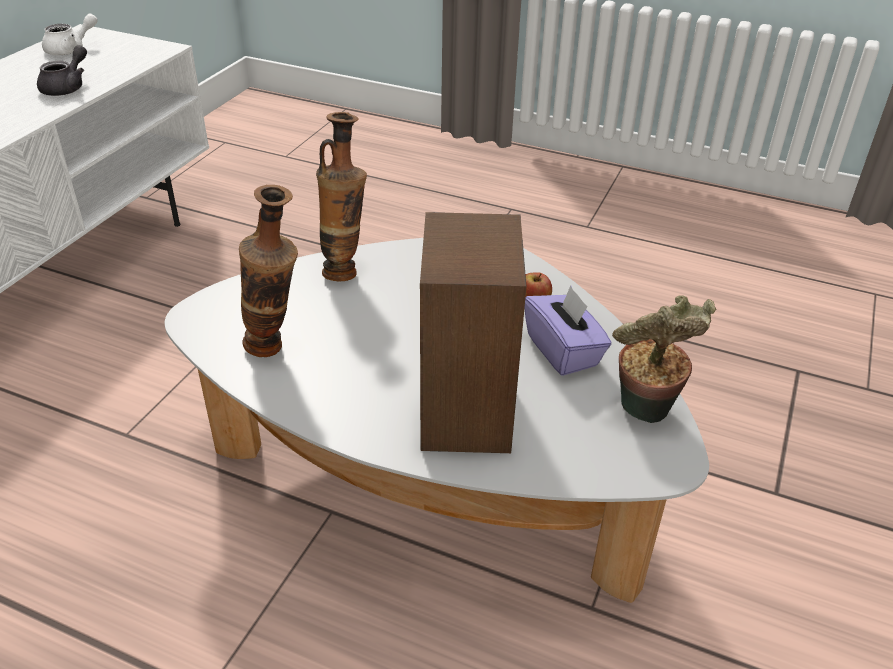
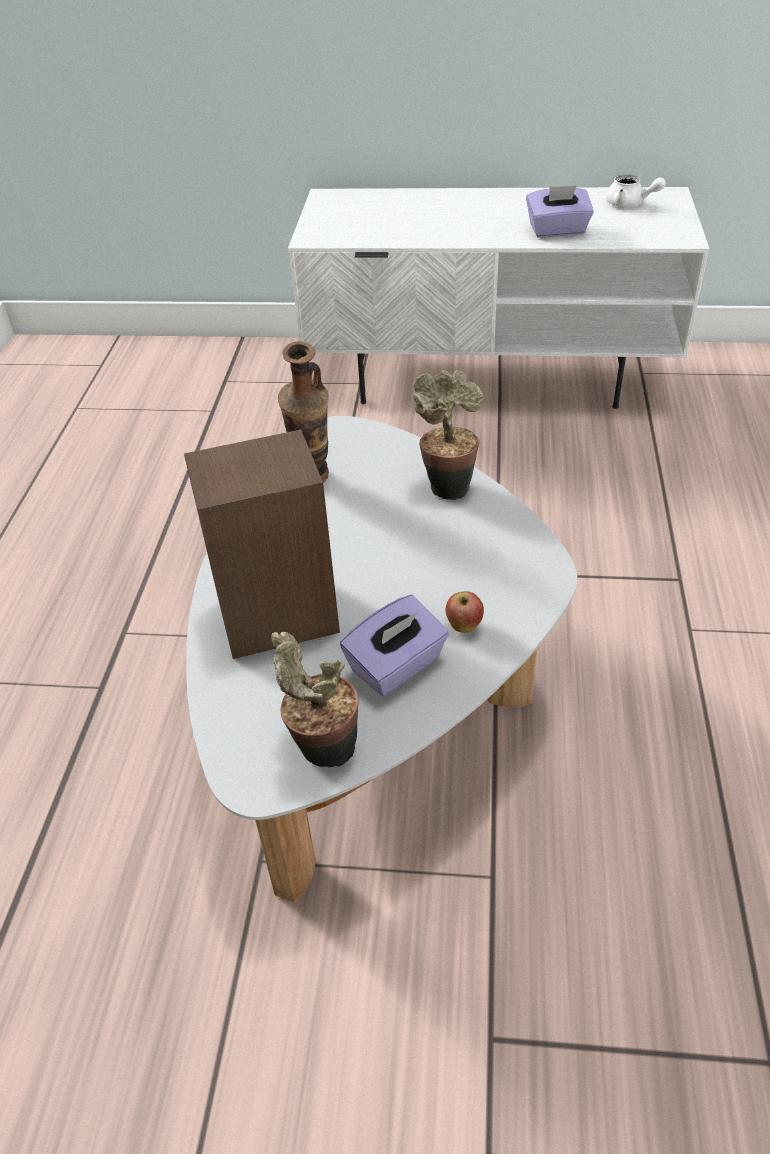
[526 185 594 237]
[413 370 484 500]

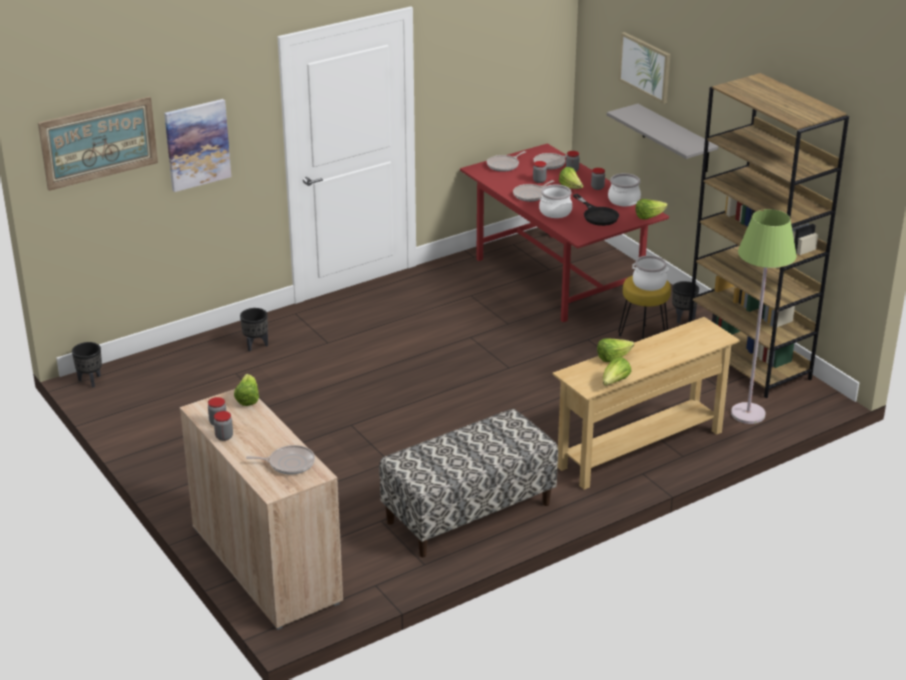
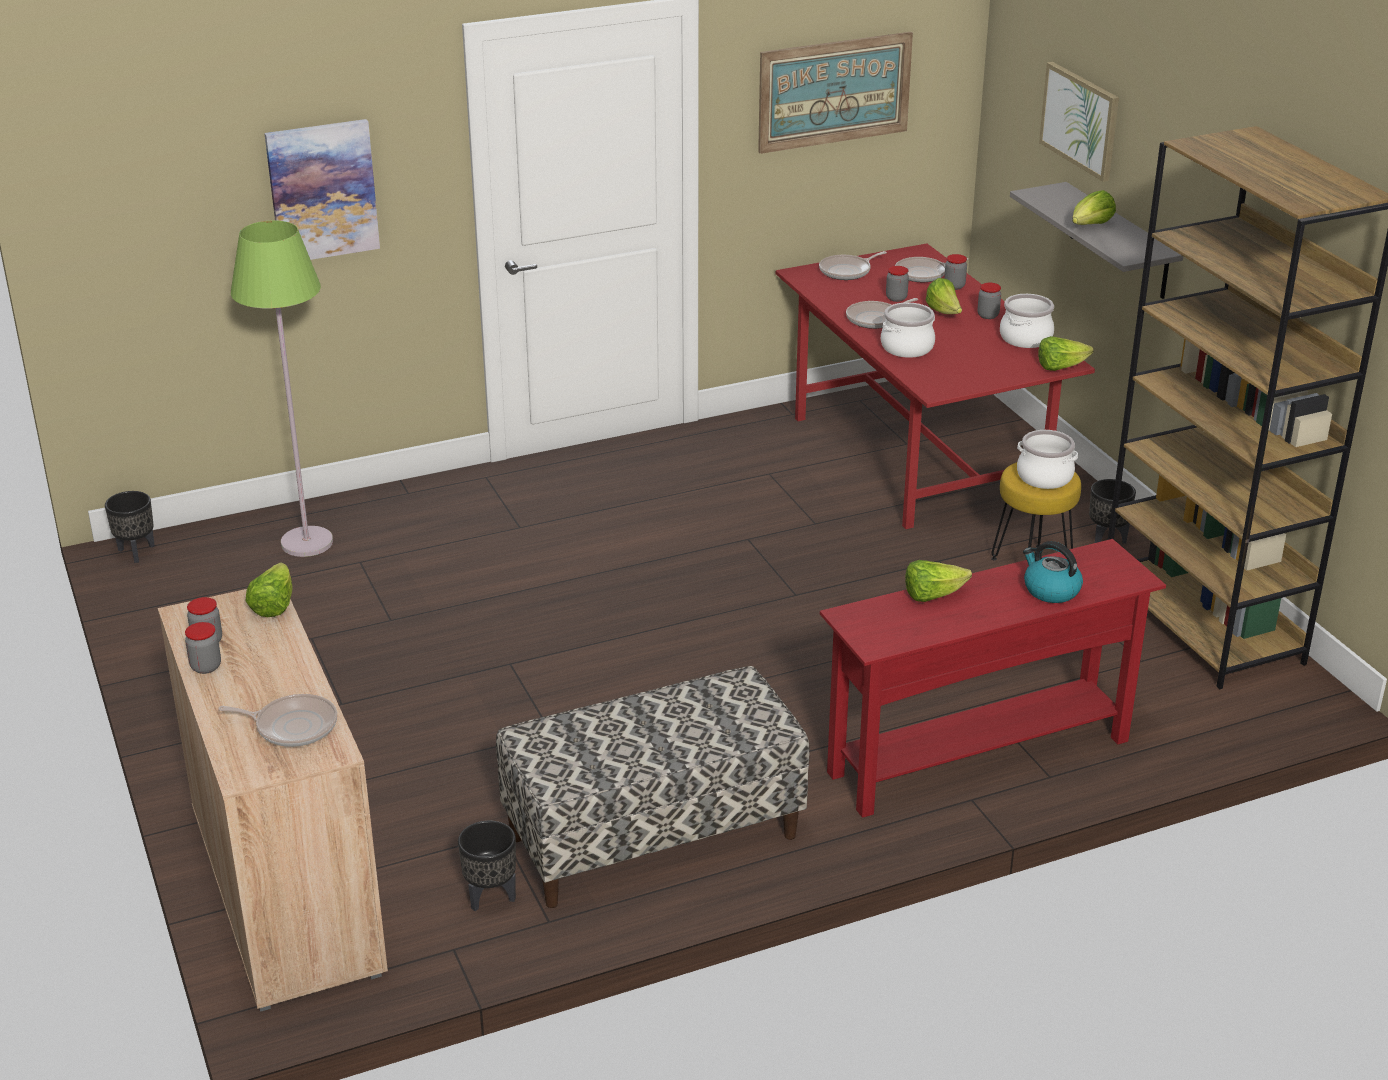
[573 194 619 226] (first image)
[1023 541 1083 603]
[758 32 913 154]
[458 821 516 911]
[1072 190 1116 225]
[231 220 333 557]
[820 539 1166 818]

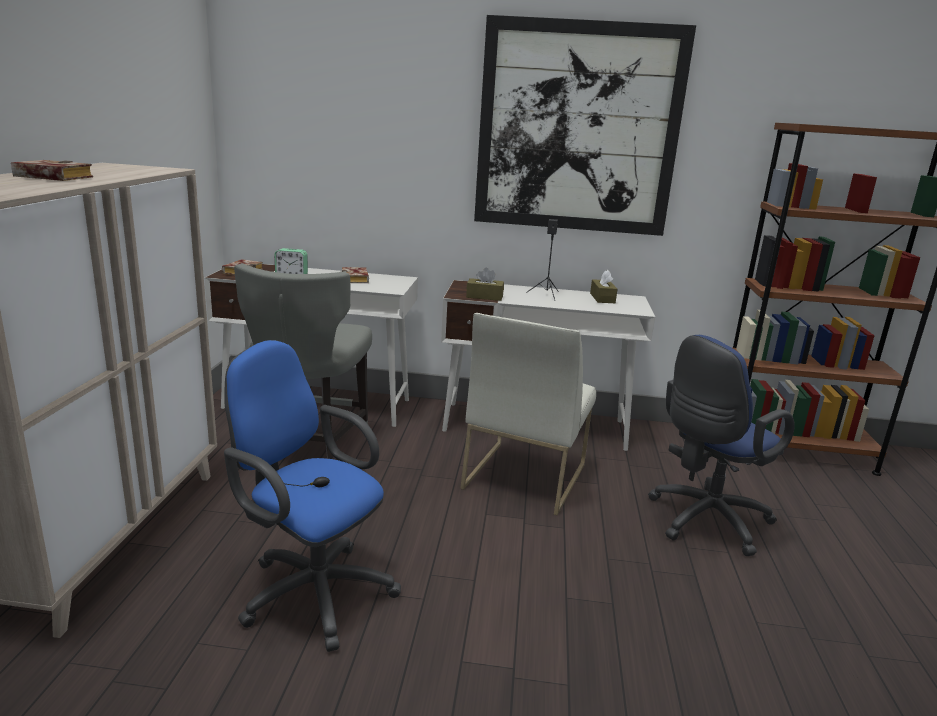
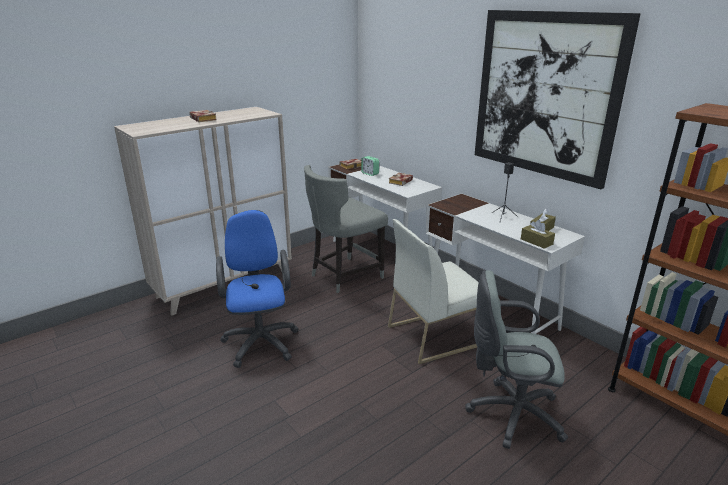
[521 220 555 249]
[465 270 568 449]

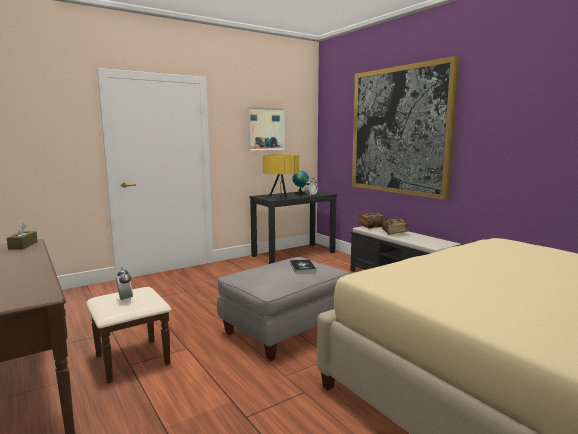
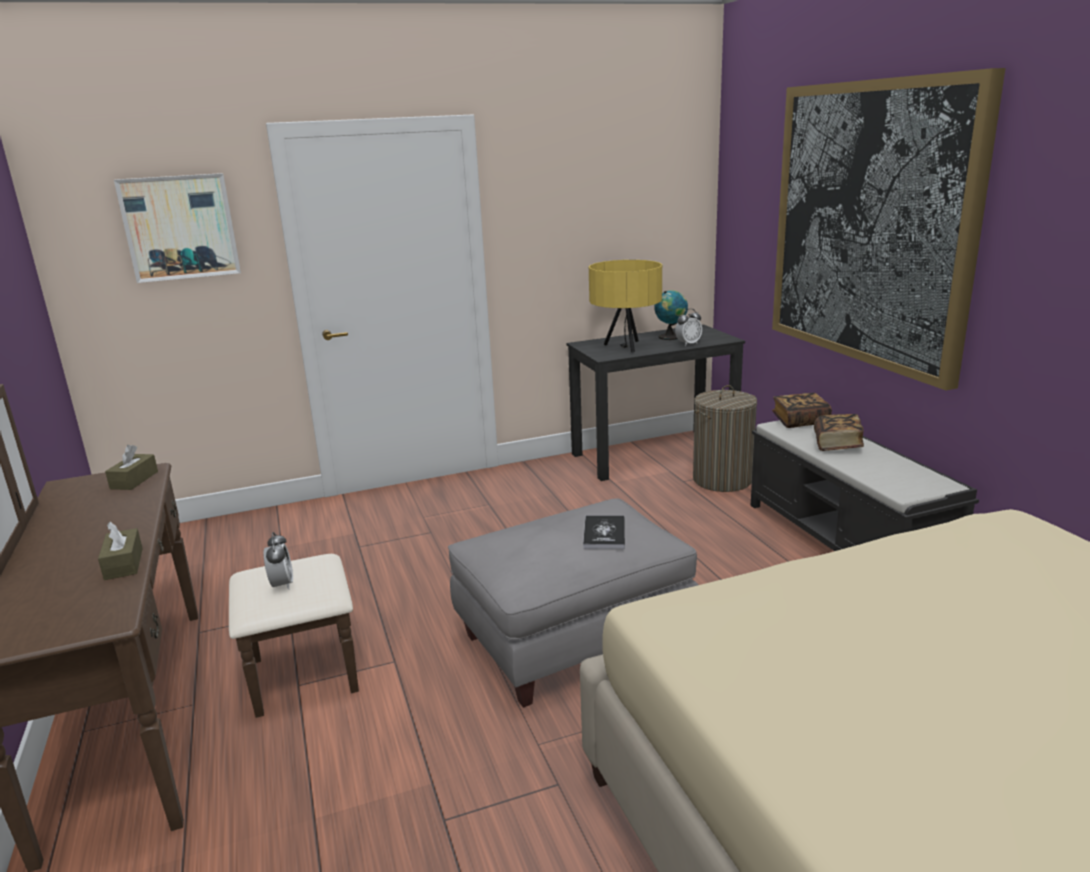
[98 522 143 580]
[693 385 757 492]
[114 173 241 283]

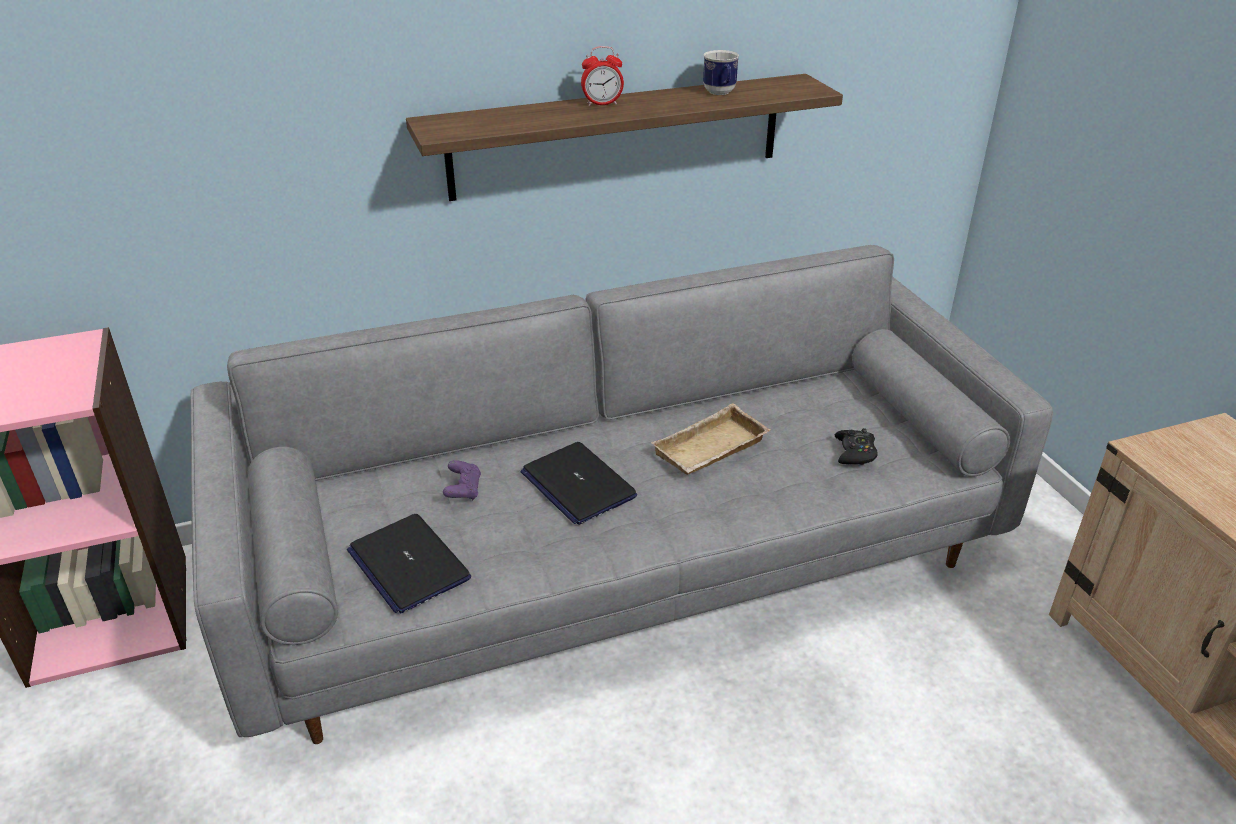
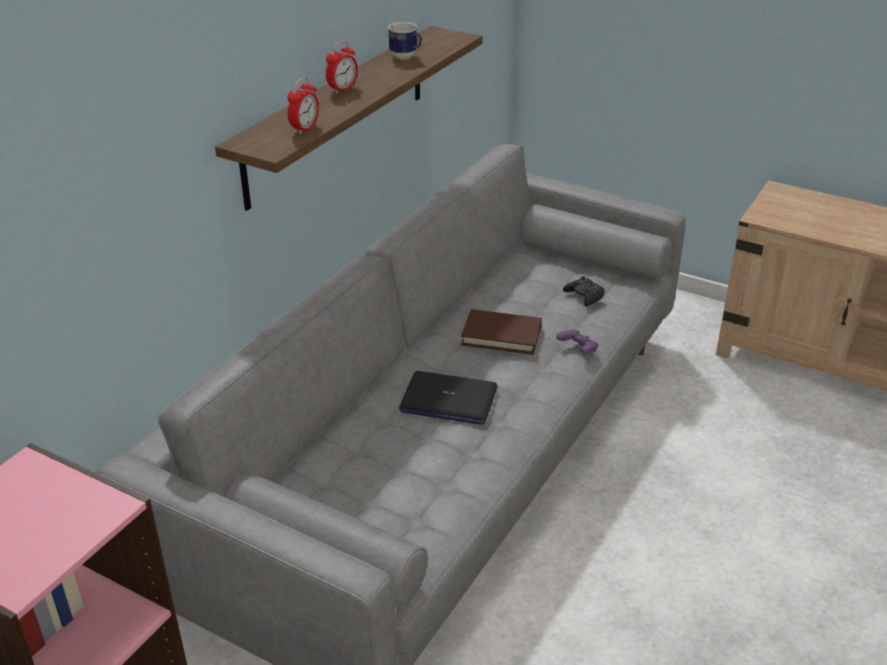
[347 514 471 613] (first image)
[287 77 319 135]
[556 329 598 355]
[461 309 542 355]

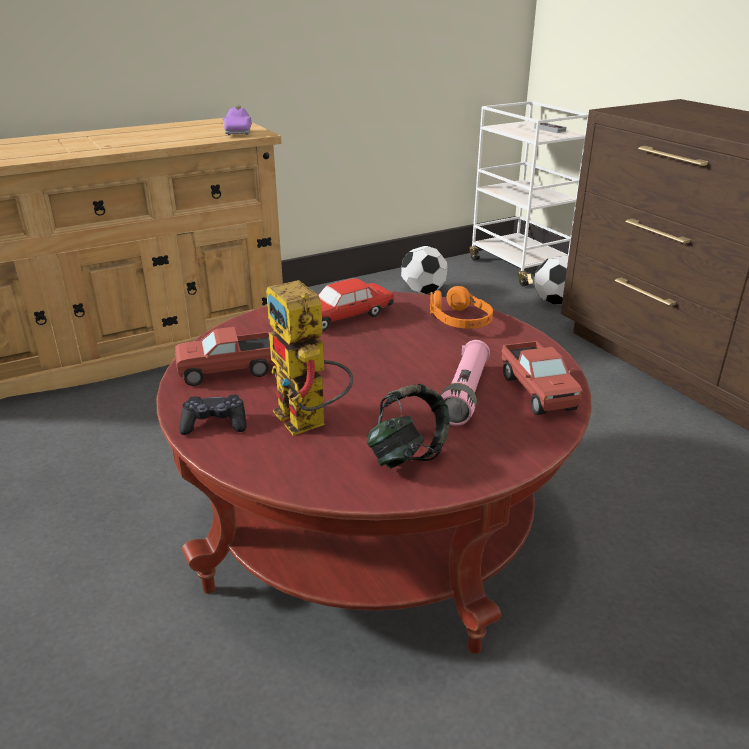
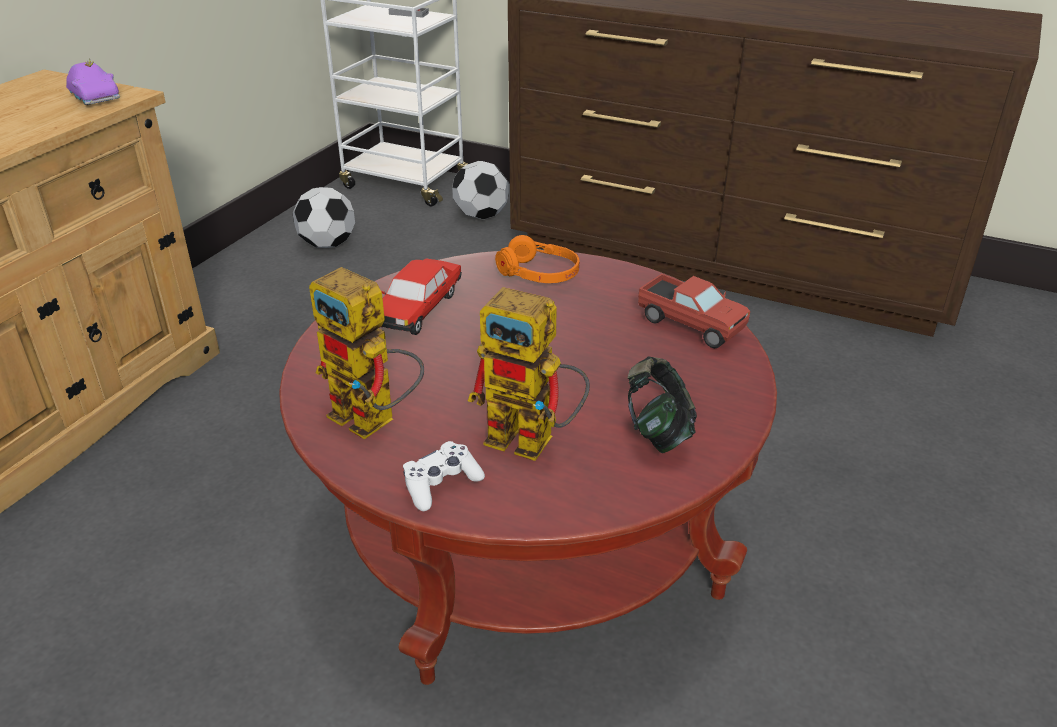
[441 340 490 426] (first image)
[309 267 424 440]
[403 441 485 511]

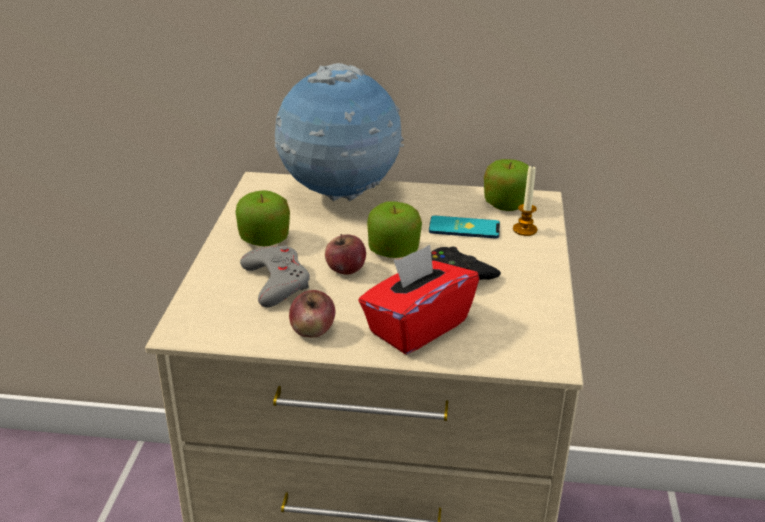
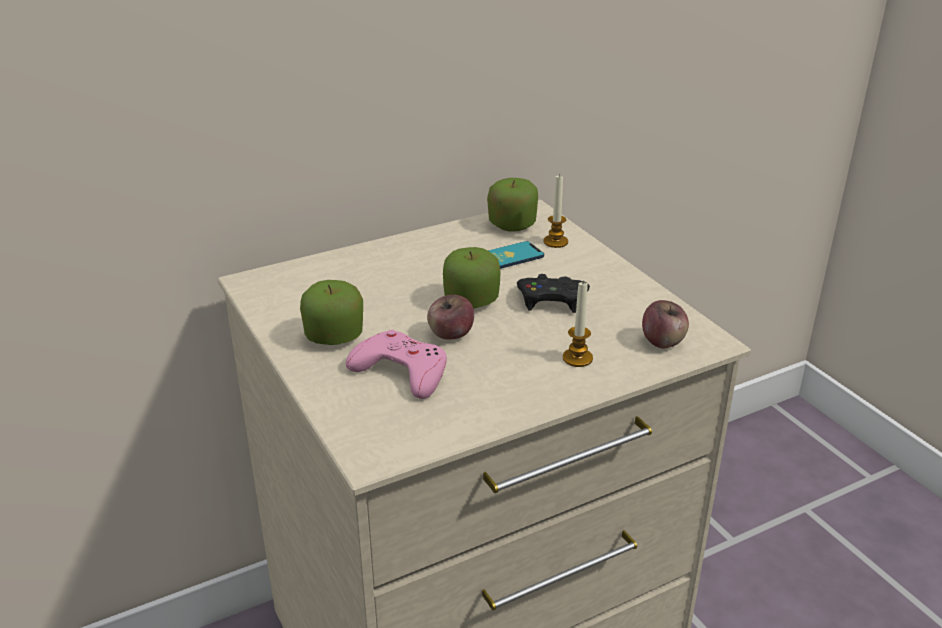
[275 63 404 201] (first image)
[642 300 689 348]
[563 282 593 367]
[346 330 447 399]

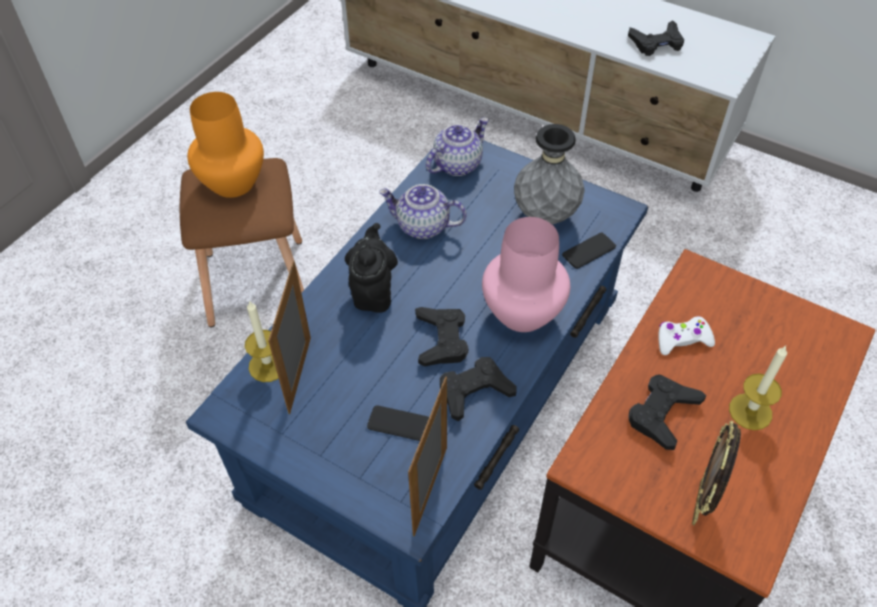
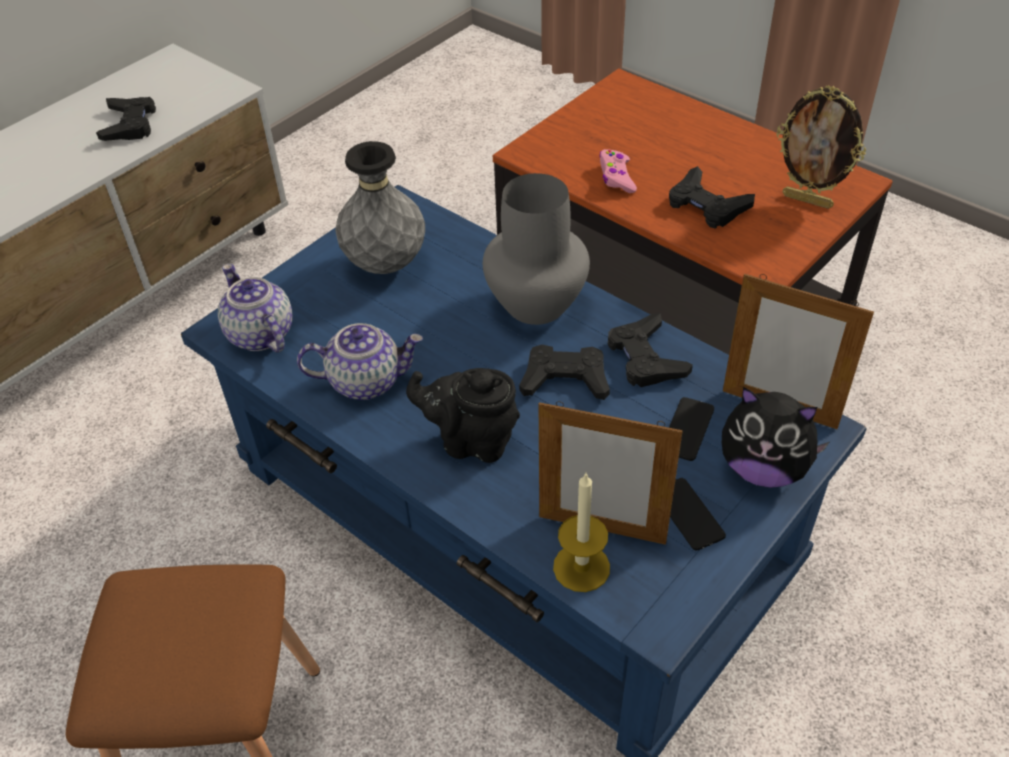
[187 92 264 198] (first image)
[729 346 787 430] (first image)
[722 387 829 488]
[670 478 726 551]
[483 173 590 325]
[599 149 637 193]
[297 323 423 400]

